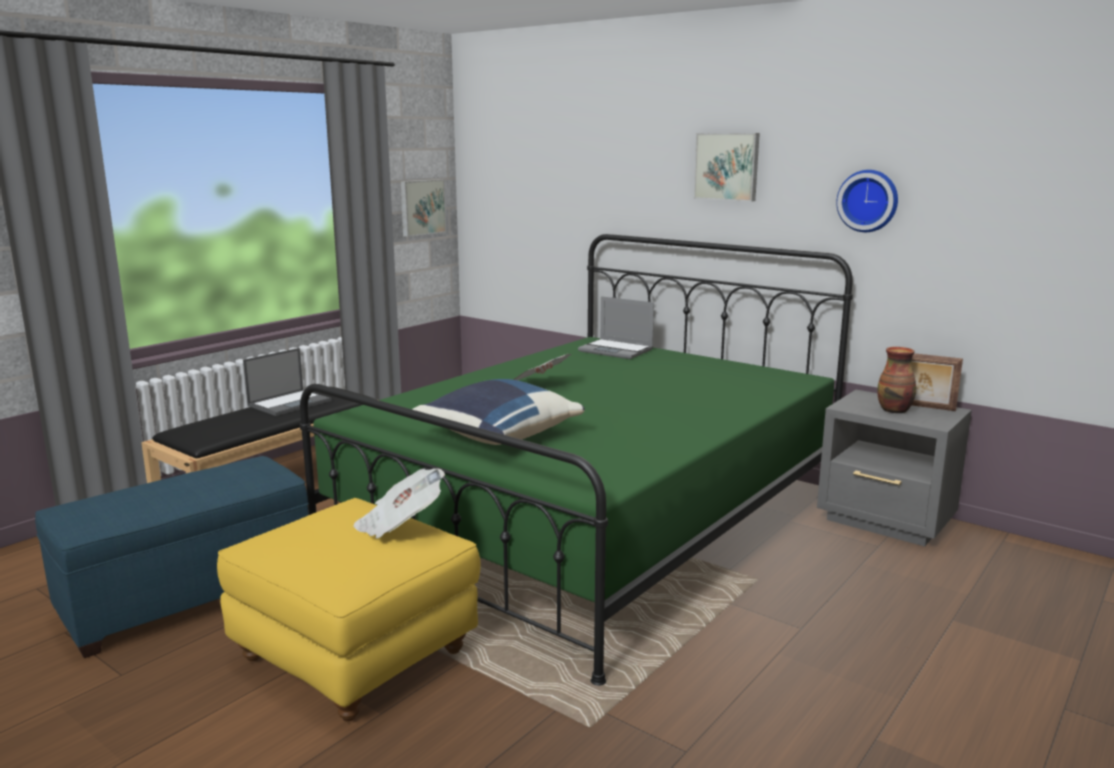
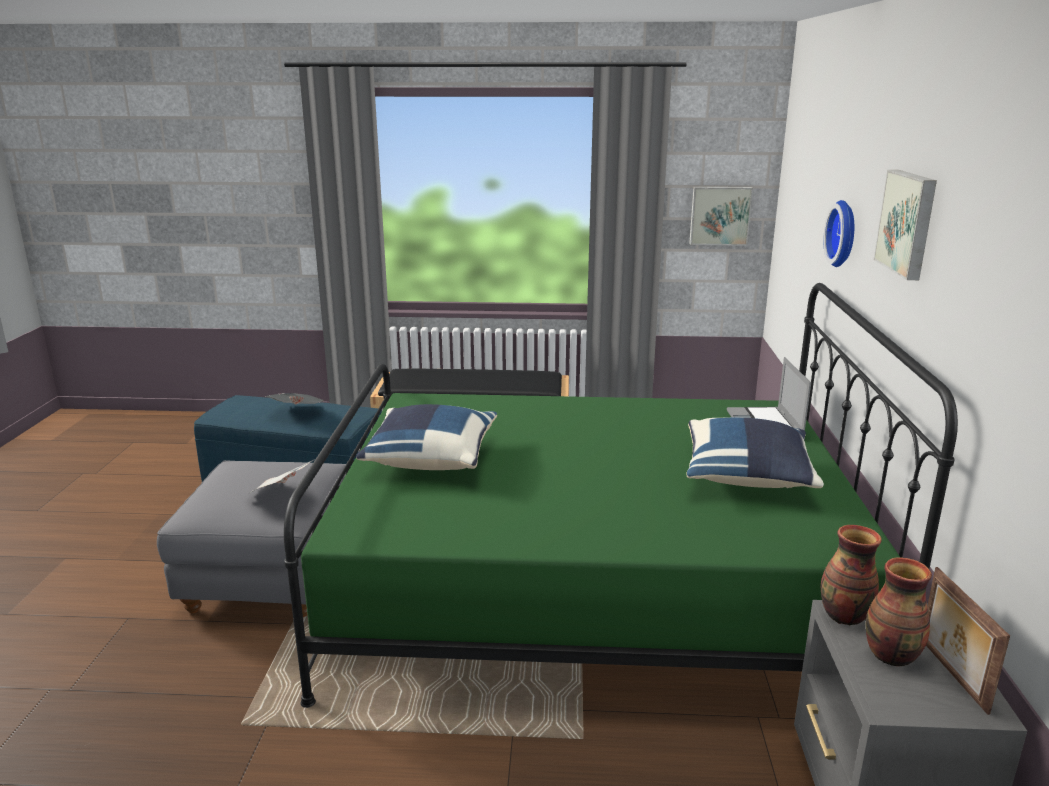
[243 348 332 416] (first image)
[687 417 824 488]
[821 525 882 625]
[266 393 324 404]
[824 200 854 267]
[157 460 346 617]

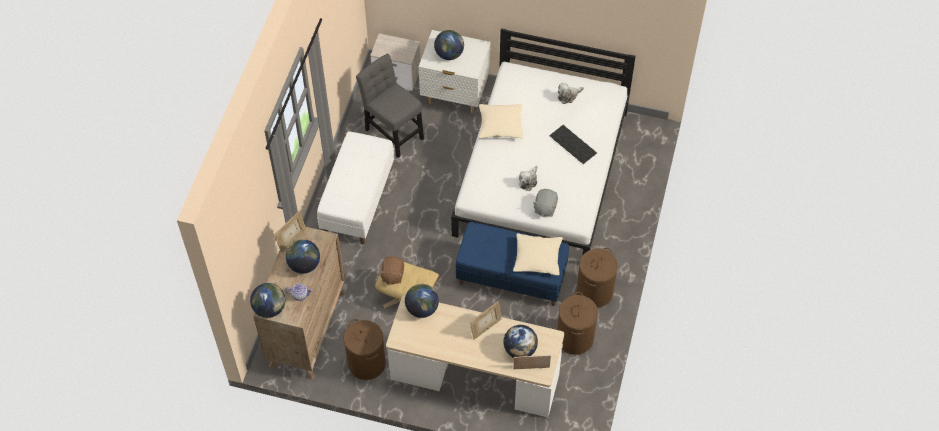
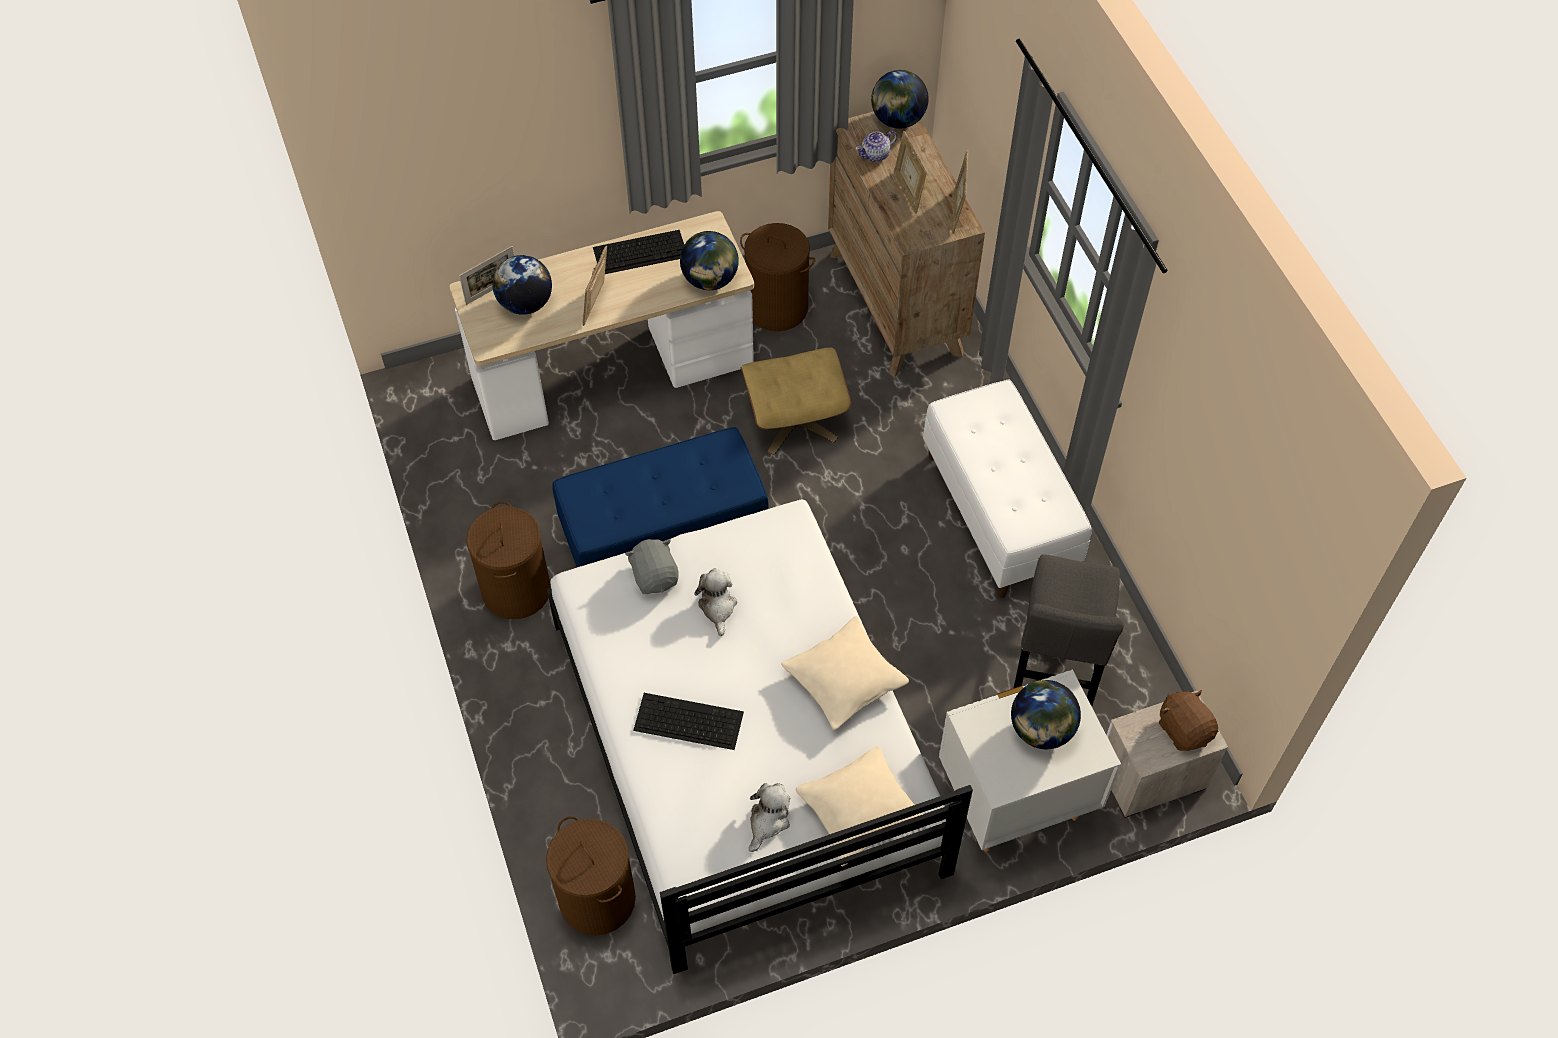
[593 230 684 274]
[1159 690 1218 751]
[796 746 923 866]
[546 816 636 936]
[894 131 927 214]
[1014 554 1124 706]

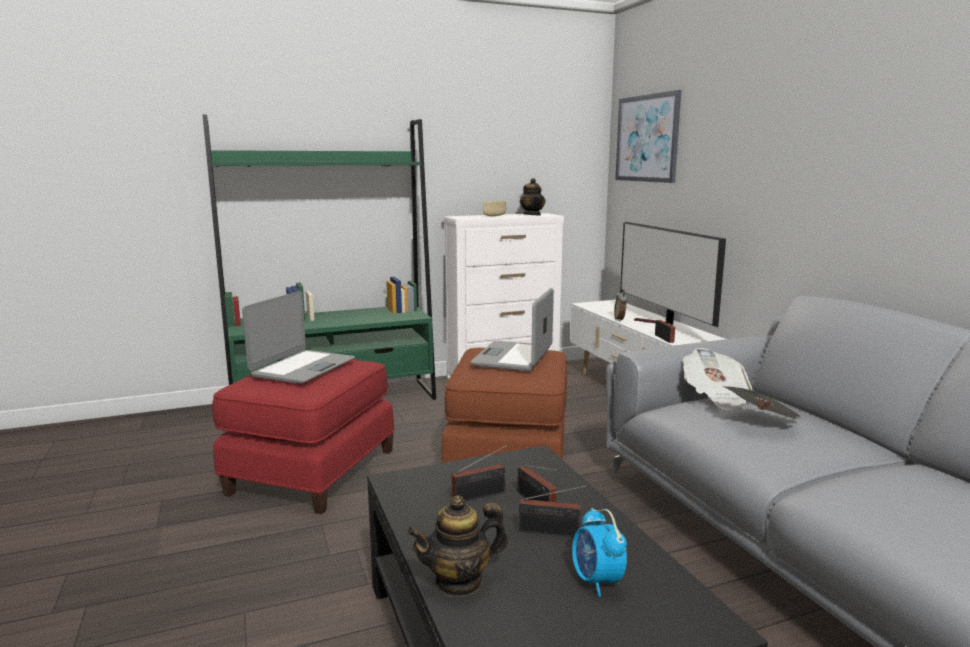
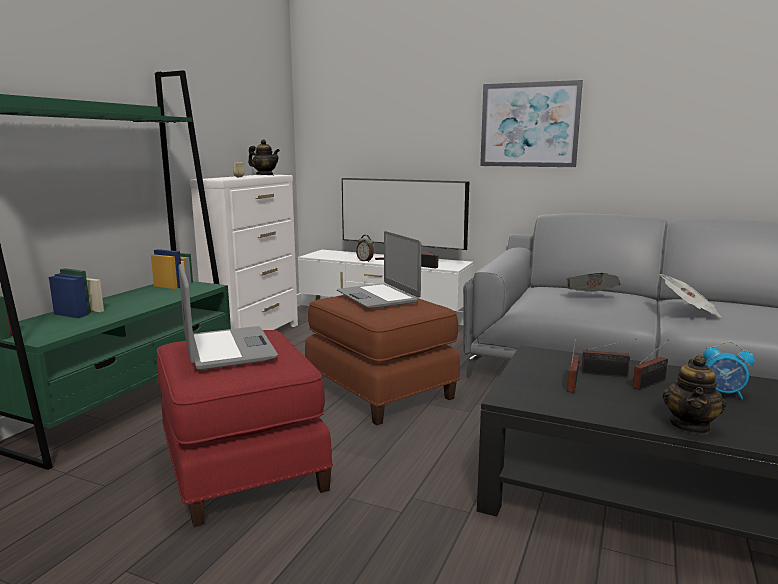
[480 80 583 167]
[660 274 721 317]

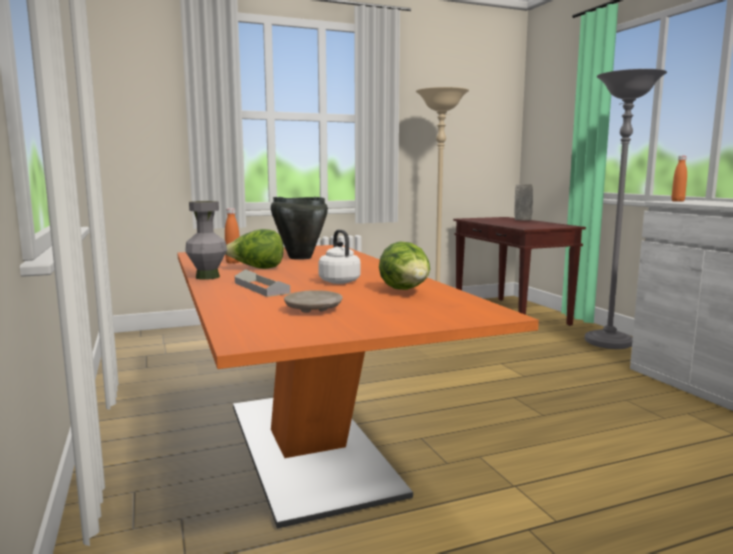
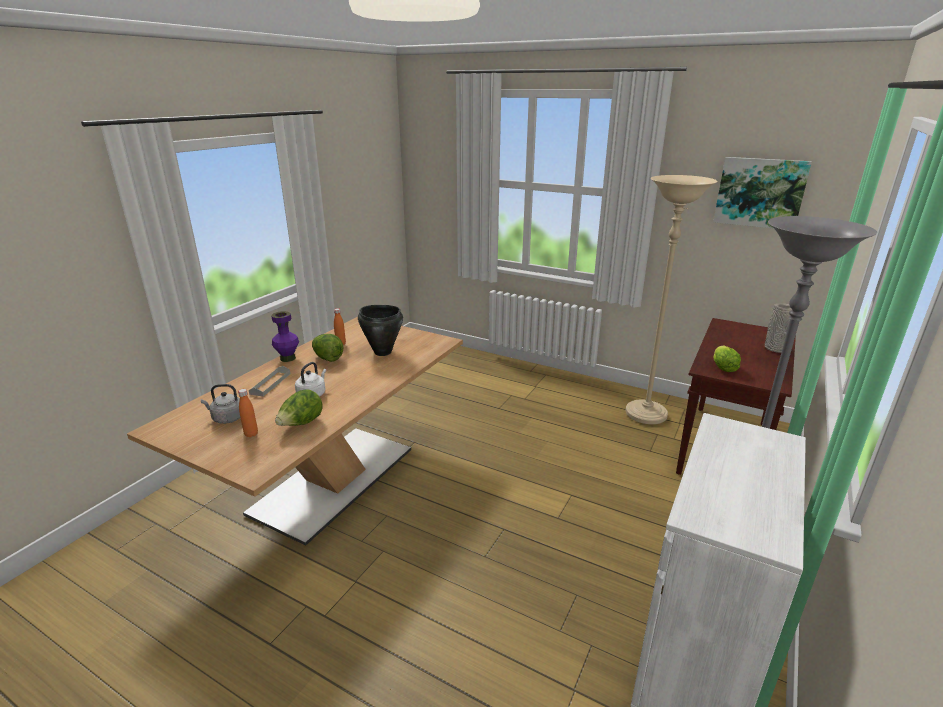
[713 157 812 229]
[713 346 741 372]
[238 389 258 437]
[201 384 240 424]
[127 317 463 546]
[271 311 299 362]

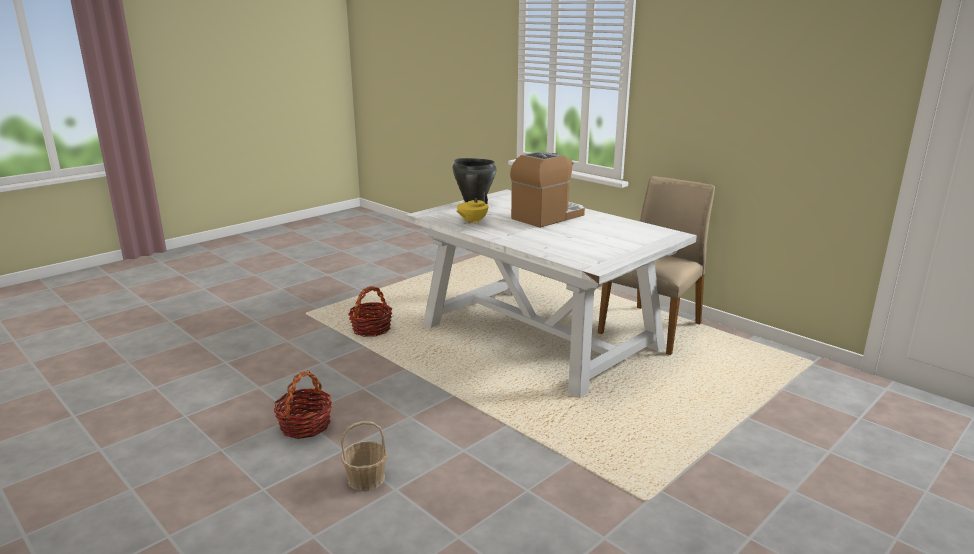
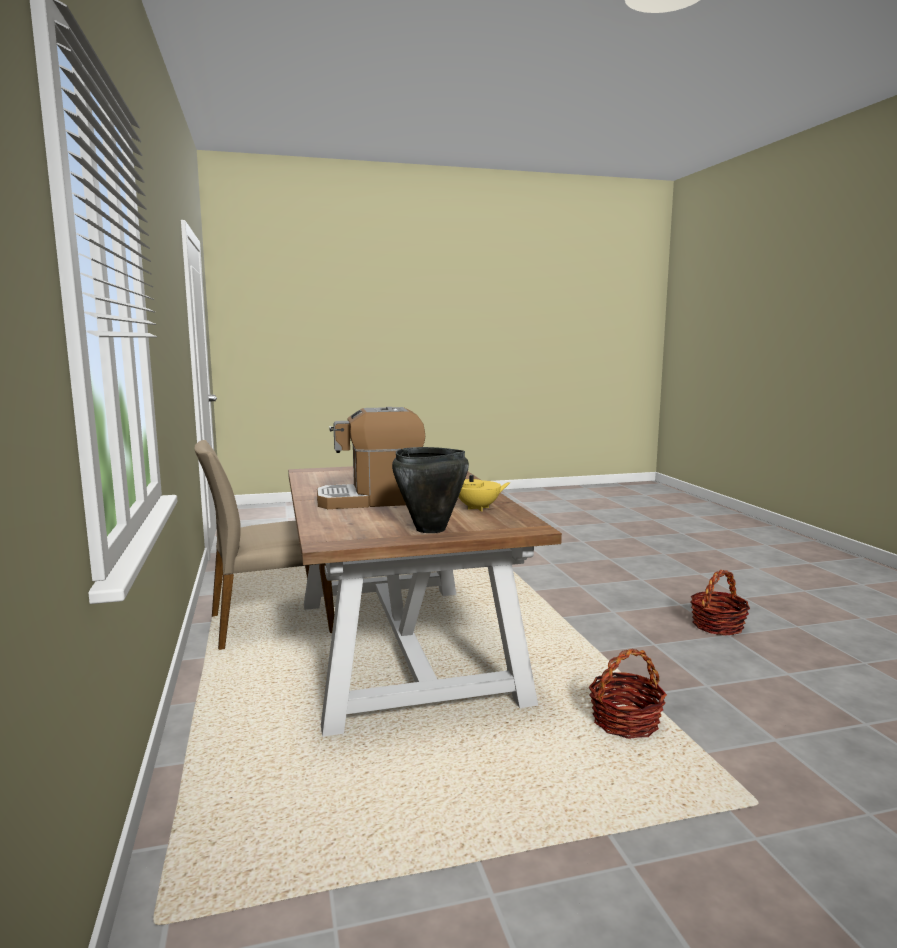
[341 421 388 491] (first image)
[288 466 562 737]

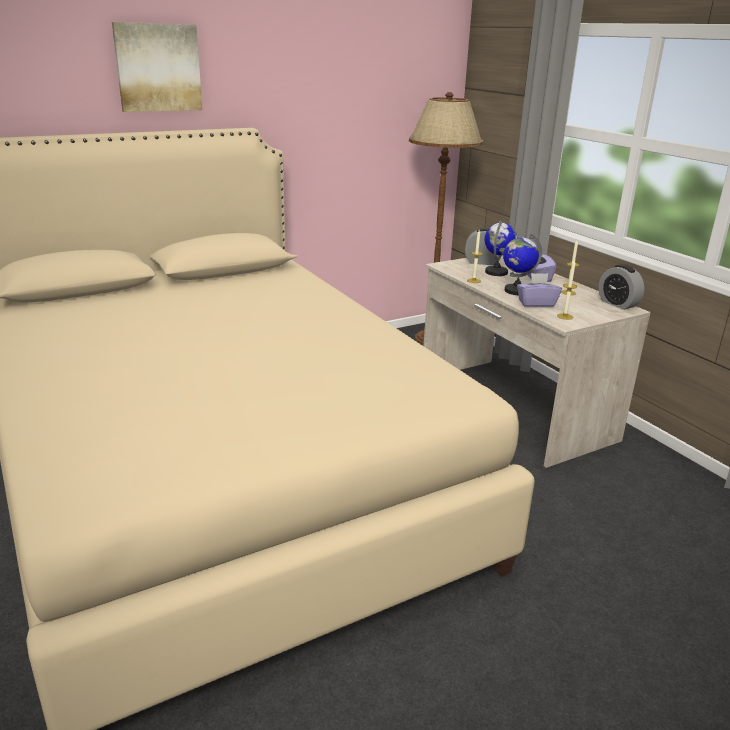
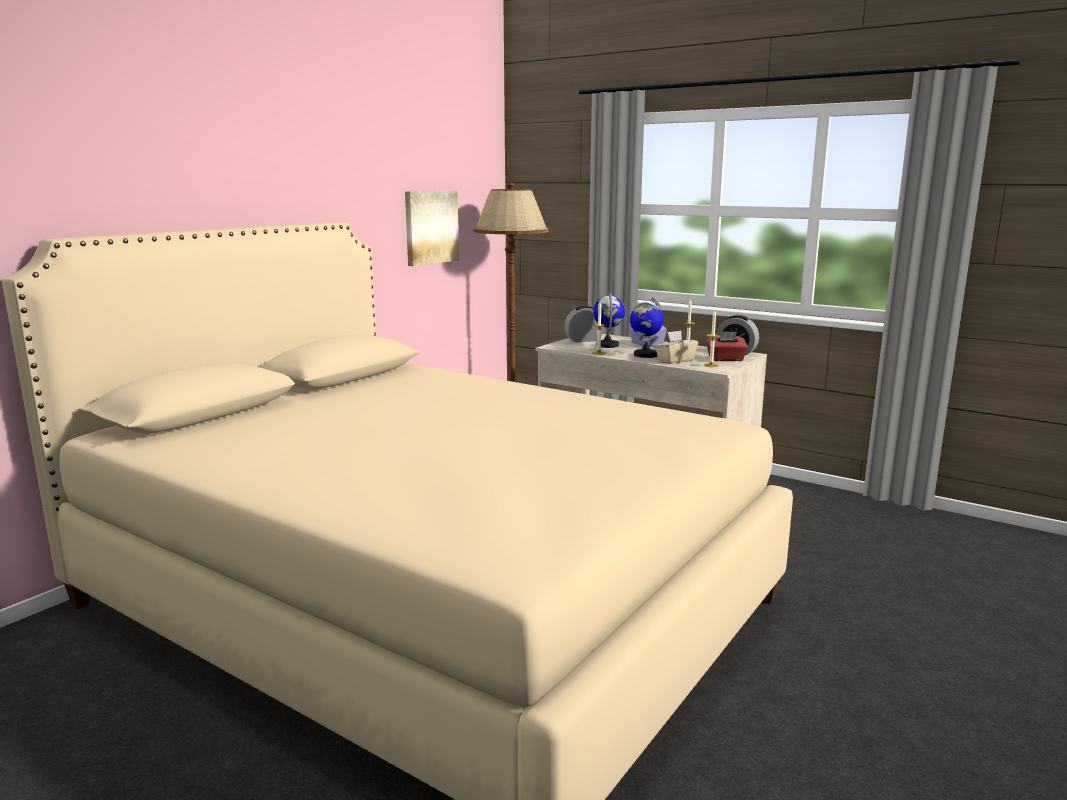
[706 331 748 361]
[405 191 459 266]
[655 331 698 364]

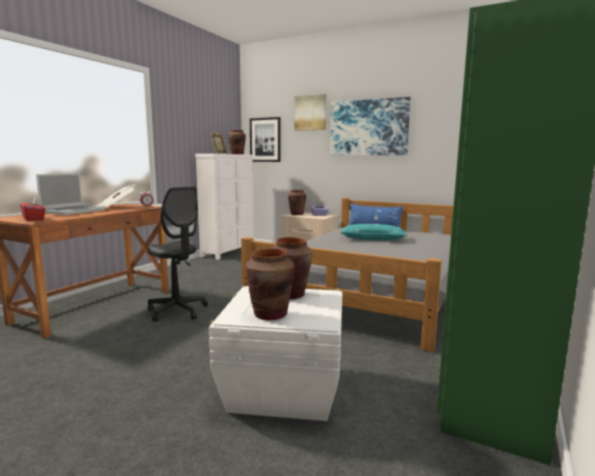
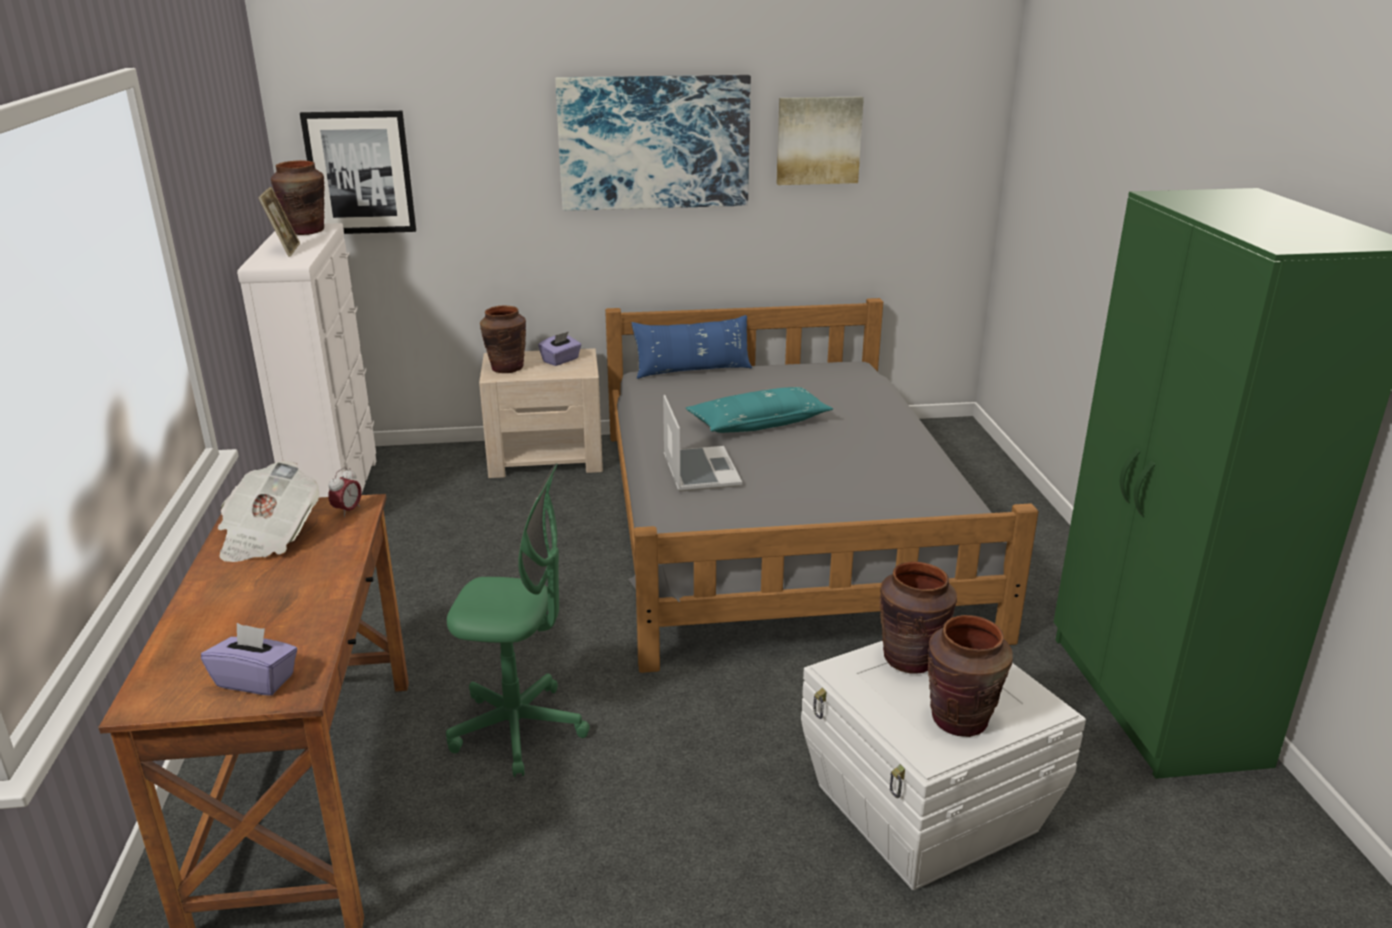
[663 395 742 492]
[777 96 864 185]
[201 623 297 696]
[446 463 590 777]

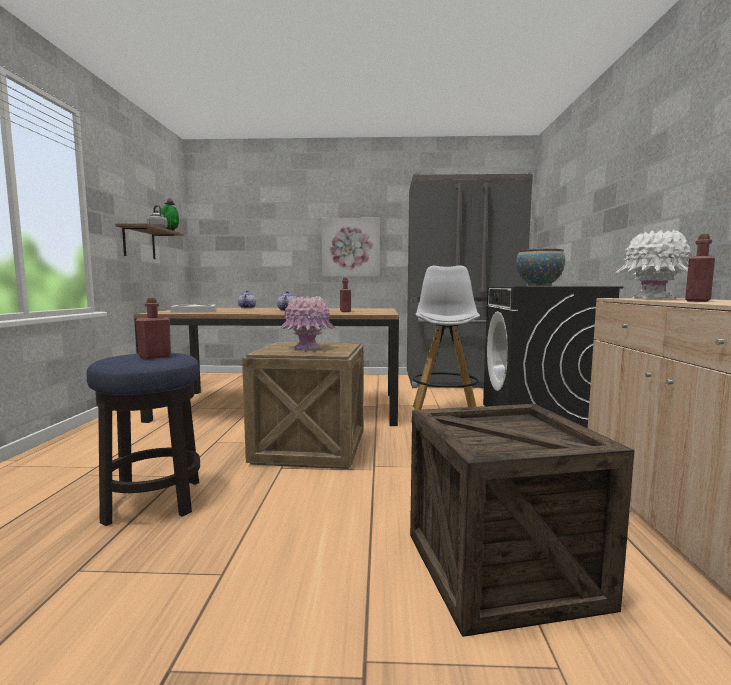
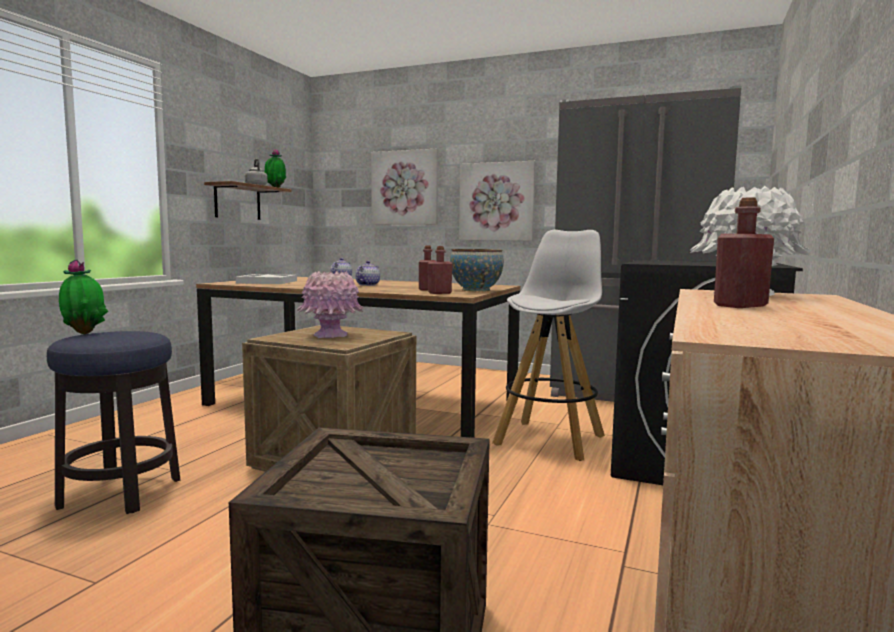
[59 259 108 334]
[371 149 438 224]
[428 246 453 294]
[450 249 504 292]

